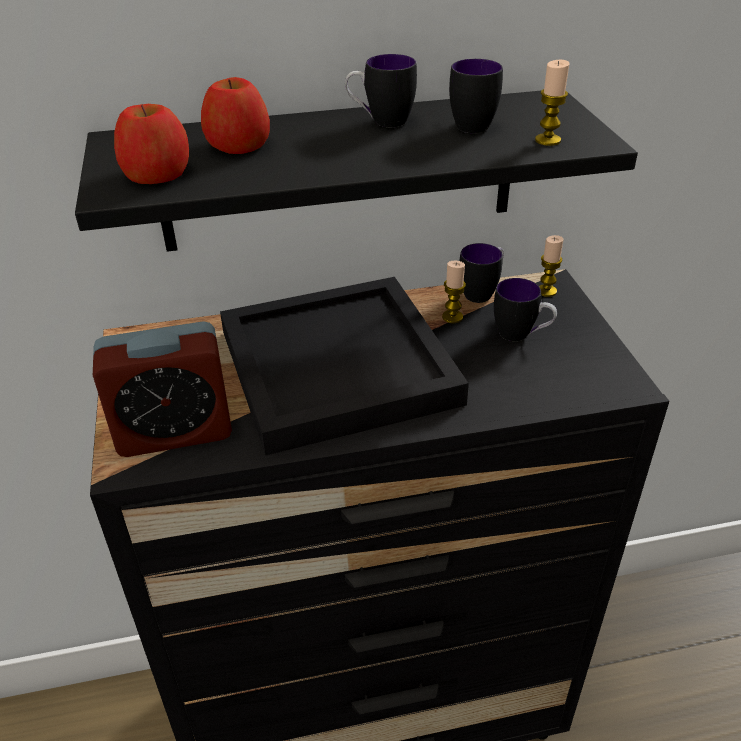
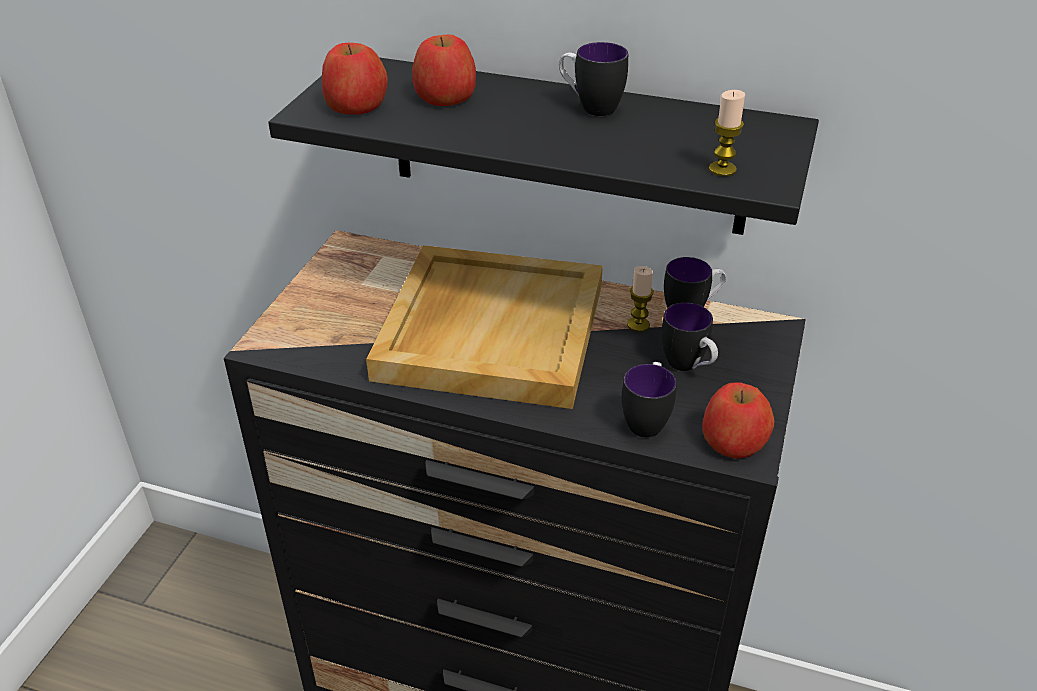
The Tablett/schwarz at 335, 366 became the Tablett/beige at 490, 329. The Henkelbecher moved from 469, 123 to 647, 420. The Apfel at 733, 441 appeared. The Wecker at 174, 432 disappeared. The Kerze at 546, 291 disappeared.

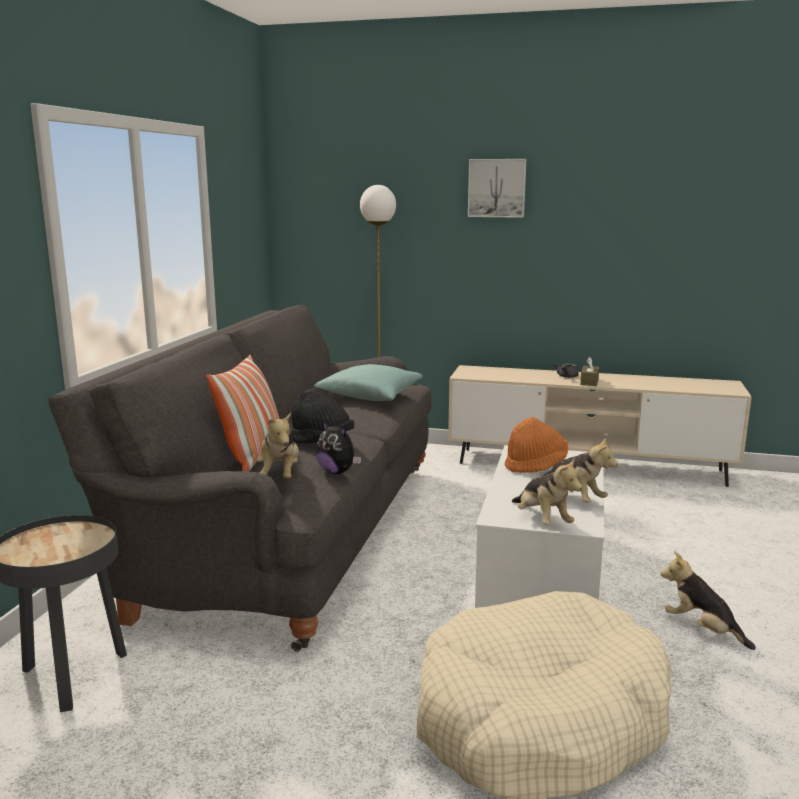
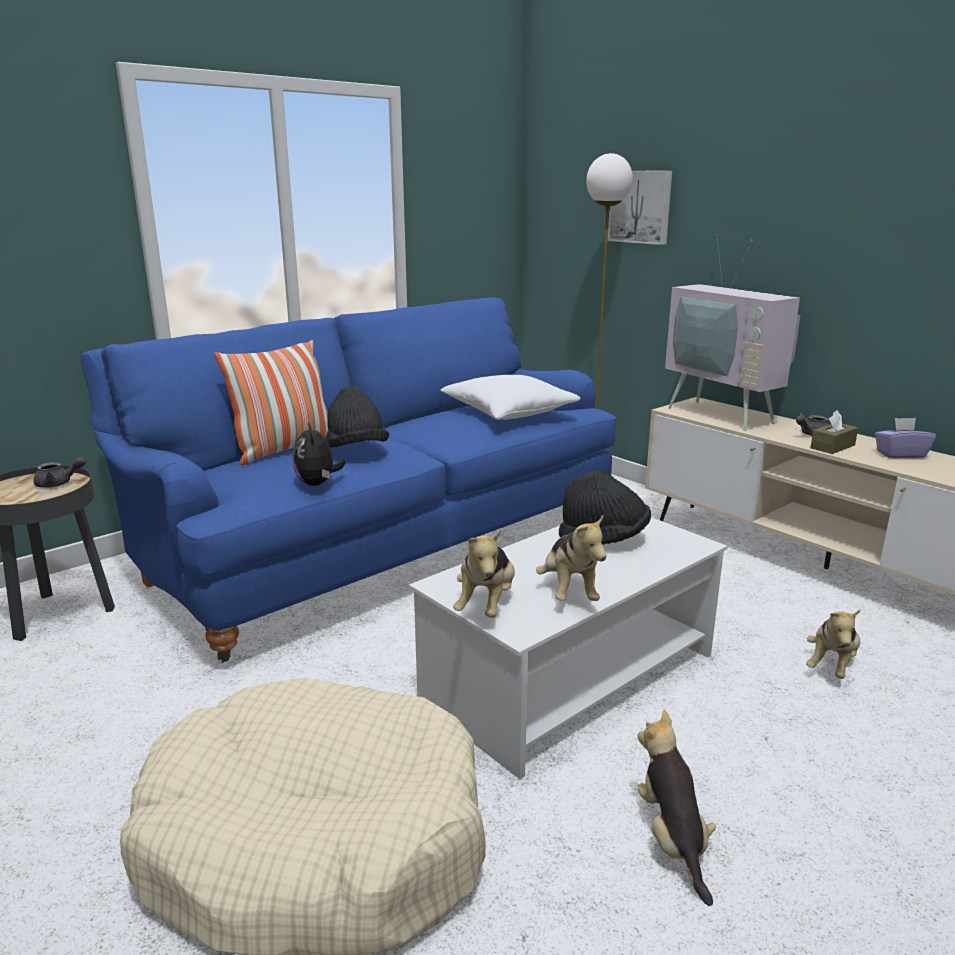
The Teekanne/grau at 58, 484 appeared. The Sofa/grau at 291, 533 became the Sofa/blau at 382, 546. The Kissen/türkis at 369, 396 became the Kissen/weiß at 508, 413. The Hut/orange at 535, 466 became the Hut/schwarz at 604, 538. The Bild moved from 497, 188 to 641, 207. The Fernseher at 726, 414 appeared. The Plüschtier moved from 280, 475 to 831, 665. The Taschentuchbox/lila at 900, 454 appeared.

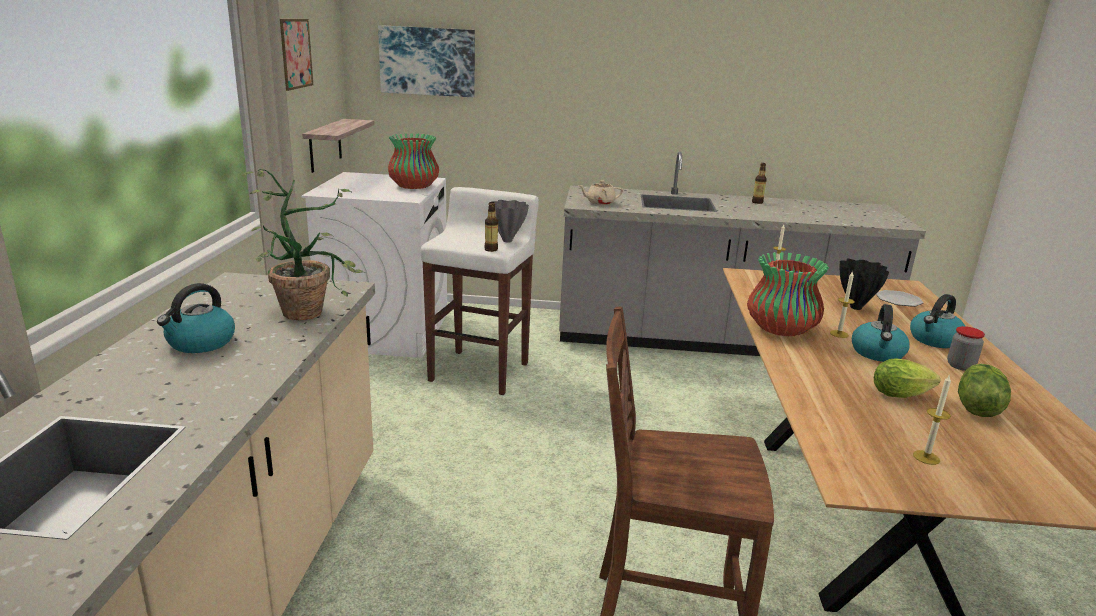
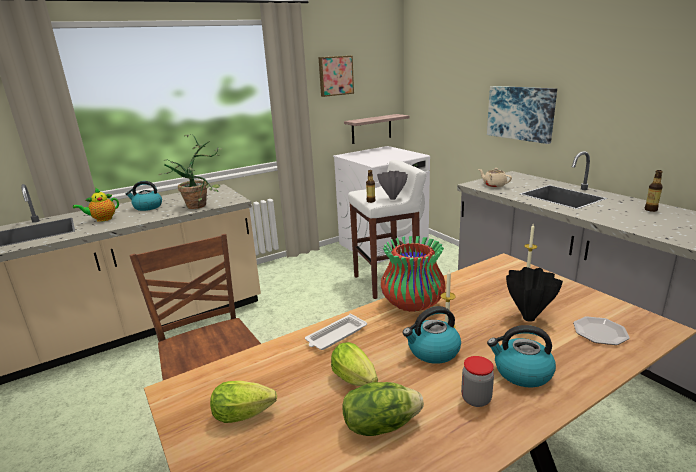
The Teekanne at 102, 219 appeared. The Kerze at 926, 457 was replaced by the Salatkopf at 247, 414. The Tablett/weiß at 335, 336 appeared. The Bild moved from 427, 61 to 521, 113. The Vase at 414, 187 disappeared.

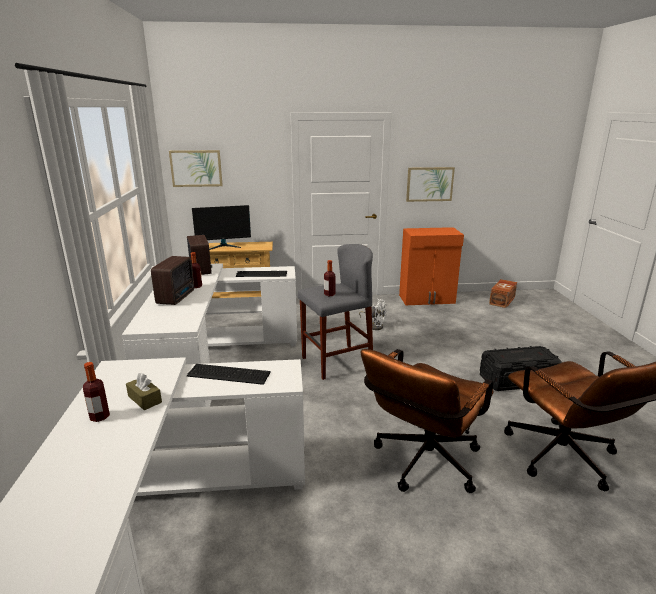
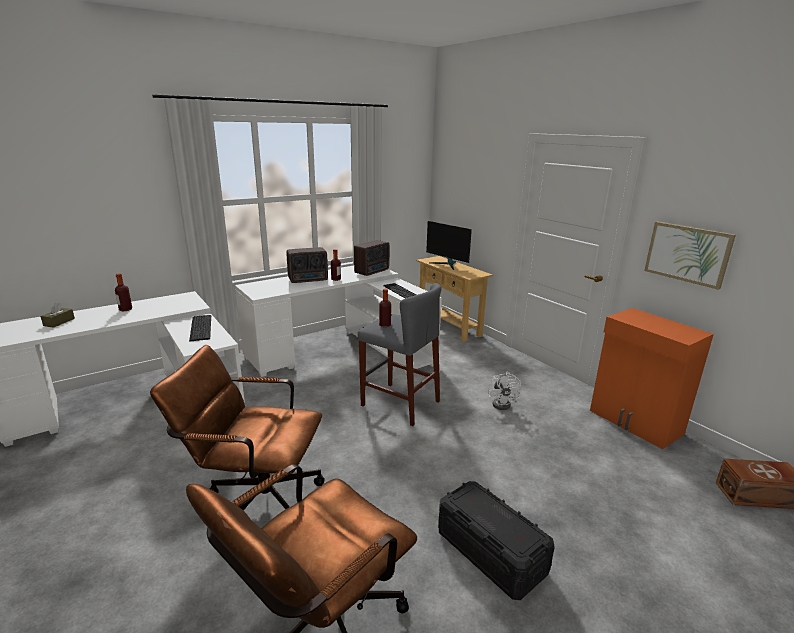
The Taschentuchbox/braun moved from 144, 399 to 59, 322. The Bild at 196, 168 disappeared.

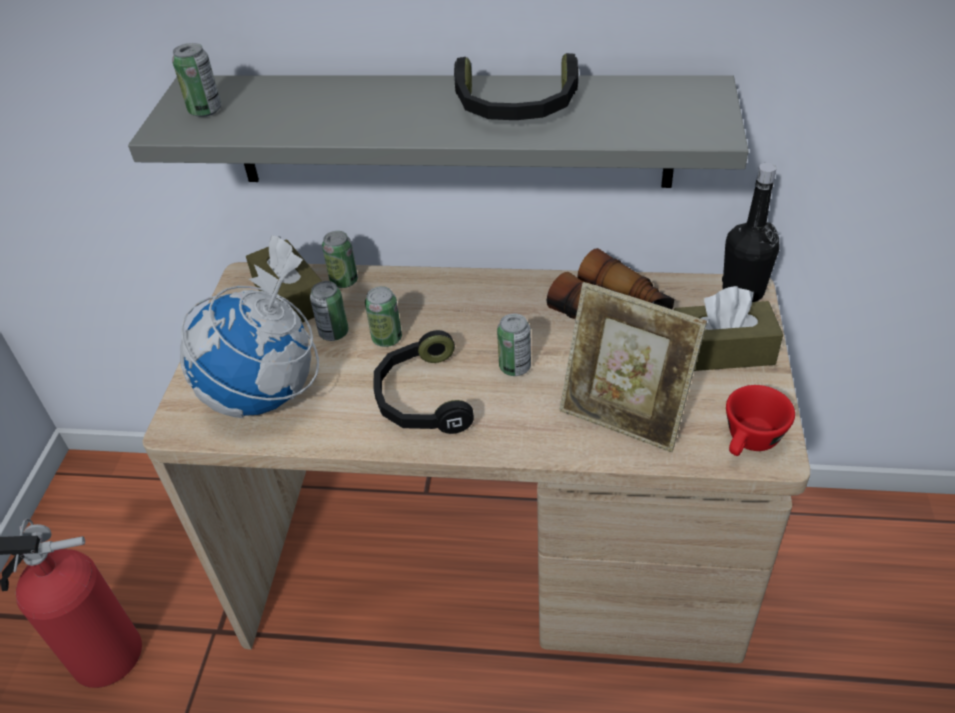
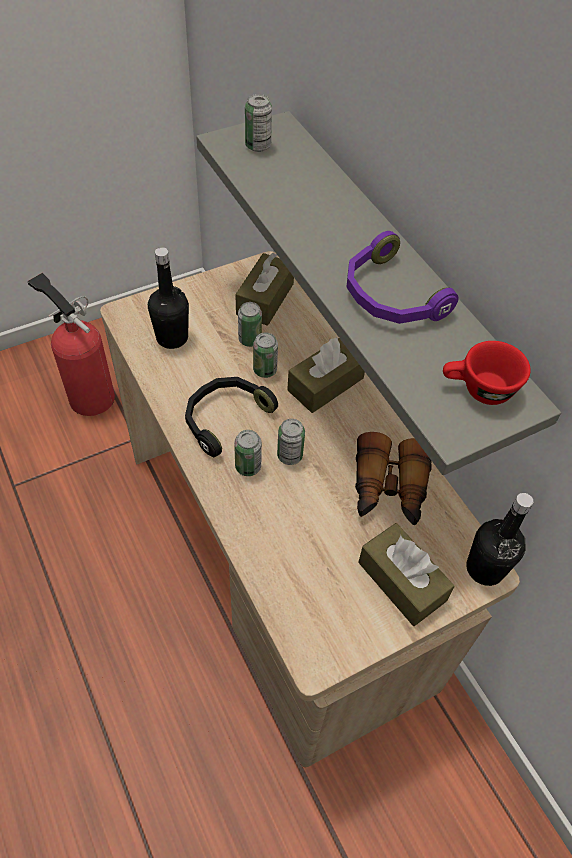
The Globus at 263, 396 was replaced by the Flasche/schwarz at 172, 338. The Dose moved from 344, 281 to 248, 467. The Taschentuchbox/braun at 325, 384 appeared. The Kopfhörer/schwarz at 516, 108 became the Kopfhörer/lila at 389, 296. The Tasse/rot moved from 750, 443 to 478, 390. The Bilderrahmen at 624, 416 disappeared.

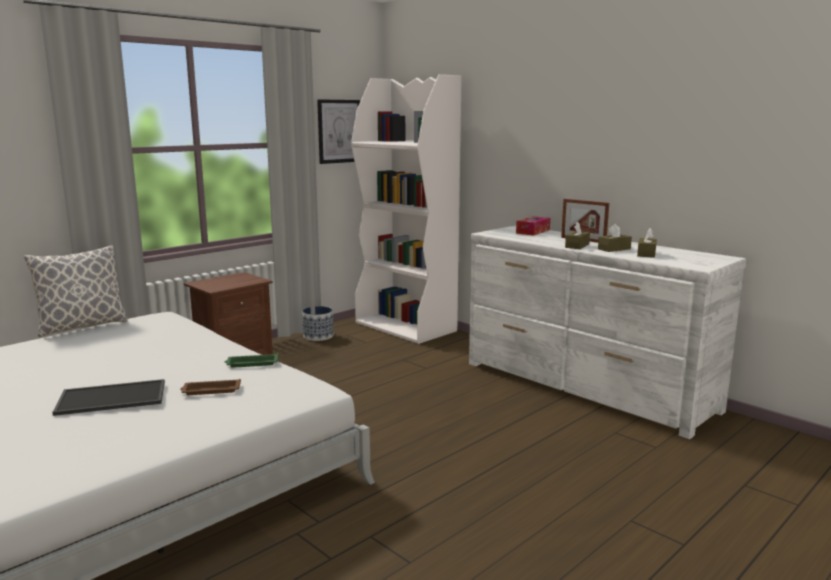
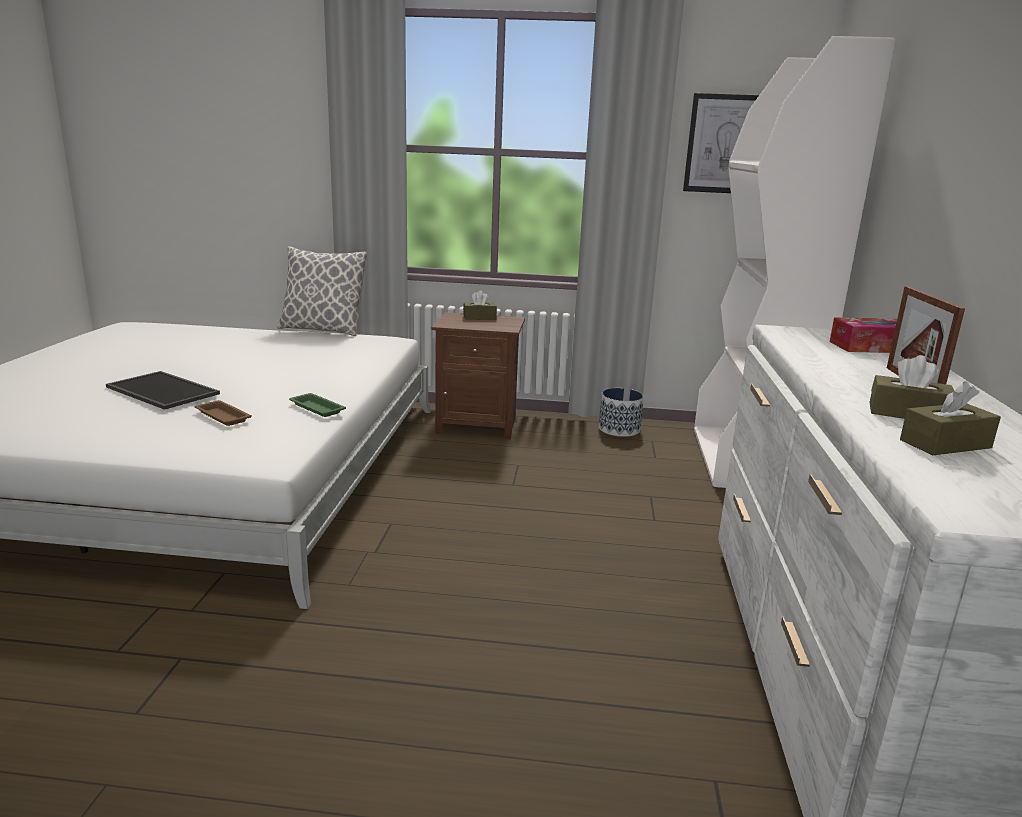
The Taschentuchbox/braun moved from 577, 246 to 479, 317.

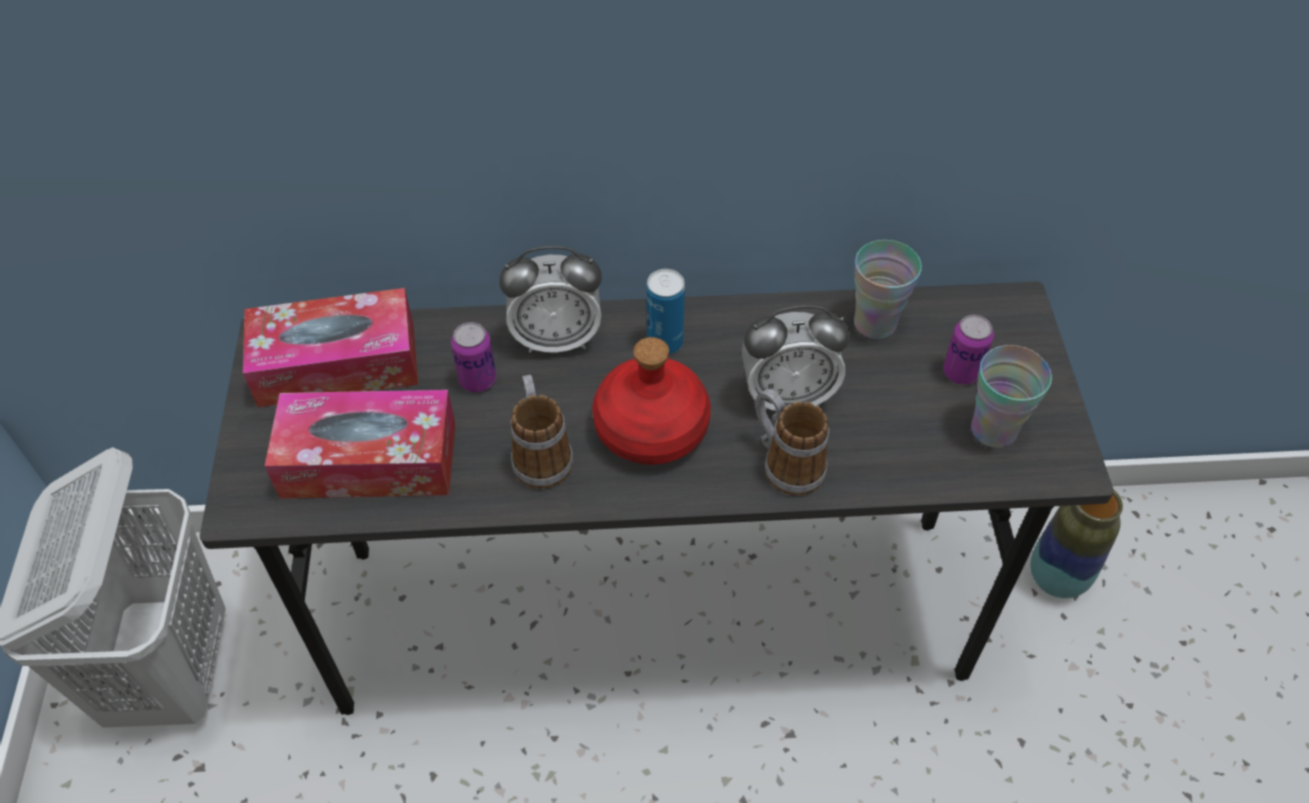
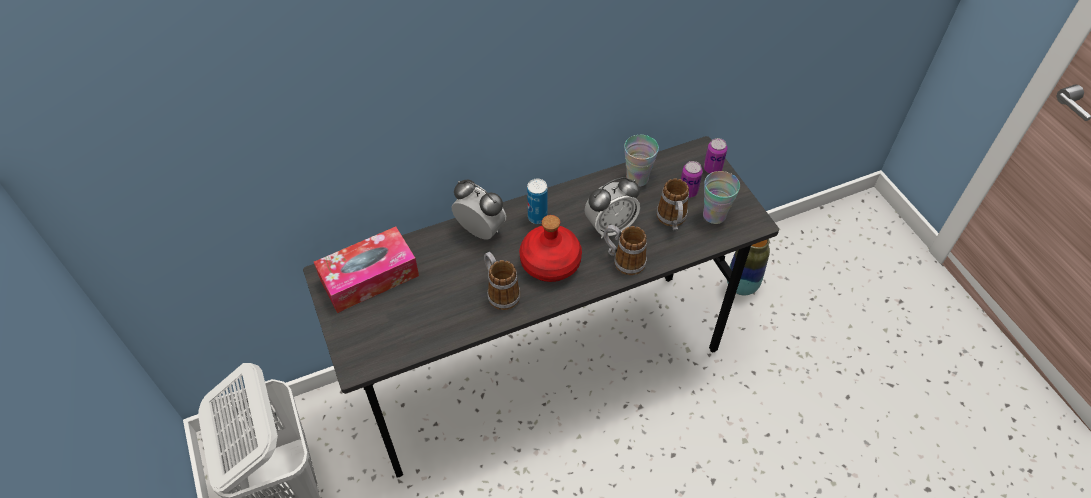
The Wecker at 556, 338 turned 120 degrees counterclockwise. The Henkelbecher at 672, 220 appeared. The Dose moved from 478, 380 to 712, 168. The Taschentuchbox at 369, 460 disappeared.

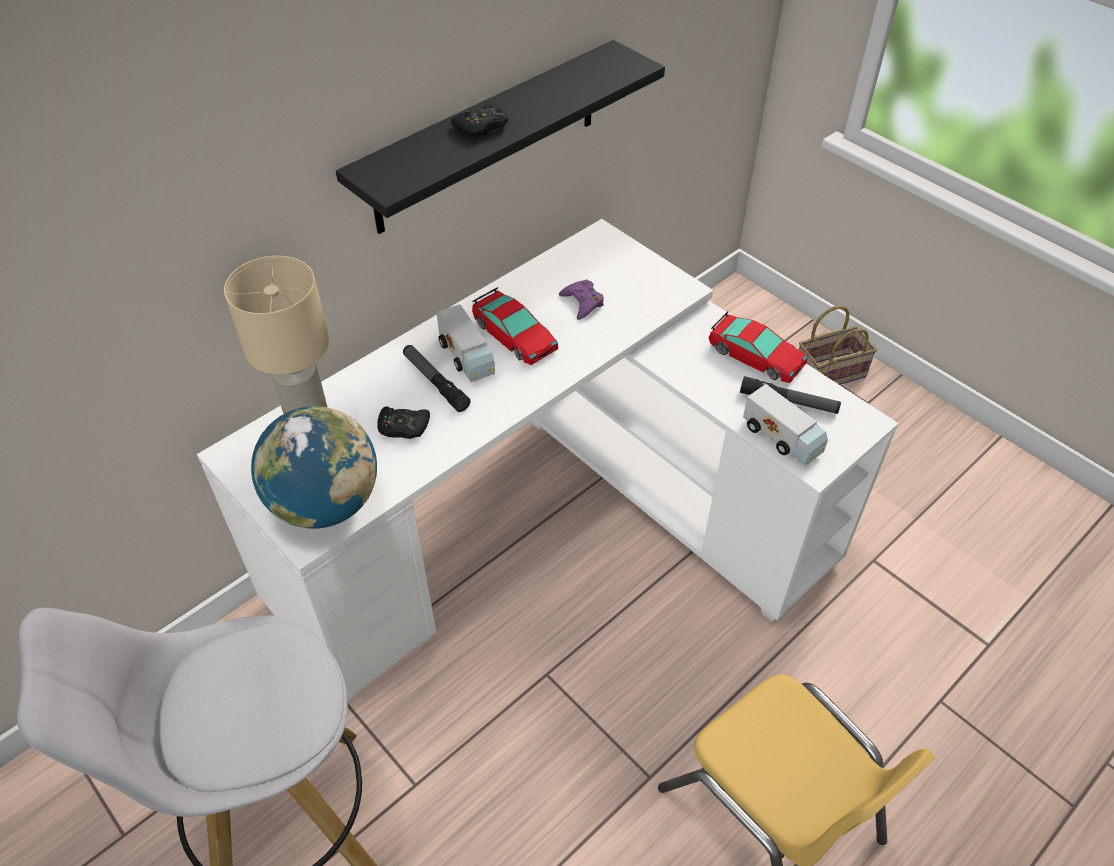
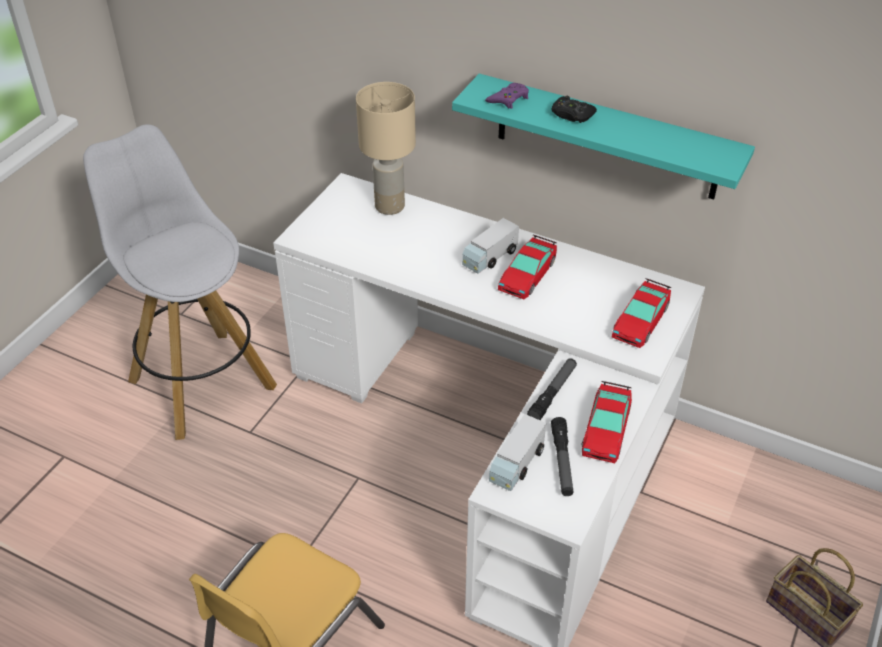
The Wandregal/schwarz at 487, 138 became the Wandregal/türkis at 606, 137. The Gamepad/lila moved from 582, 302 to 508, 99. The Taschenlampe moved from 435, 382 to 552, 393. The Spielzeugauto at 640, 320 appeared. The Globus at 325, 503 disappeared. The Gamepad/schwarz at 403, 427 disappeared.

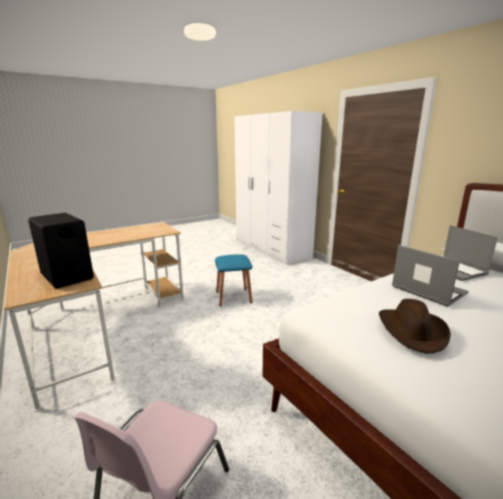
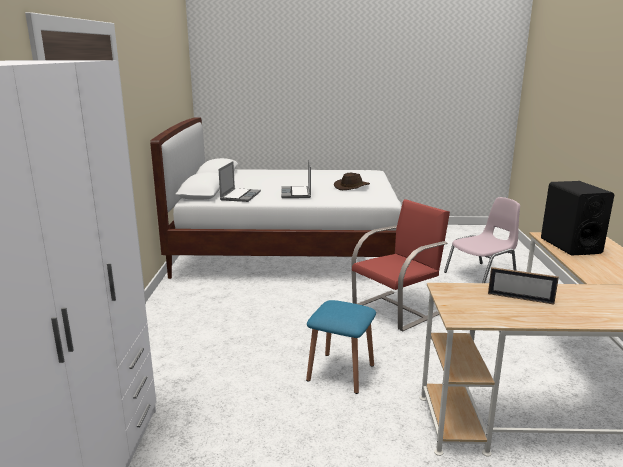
The Stuhl/rot at 397, 310 appeared. The Bilderrahmen at 520, 298 appeared.

